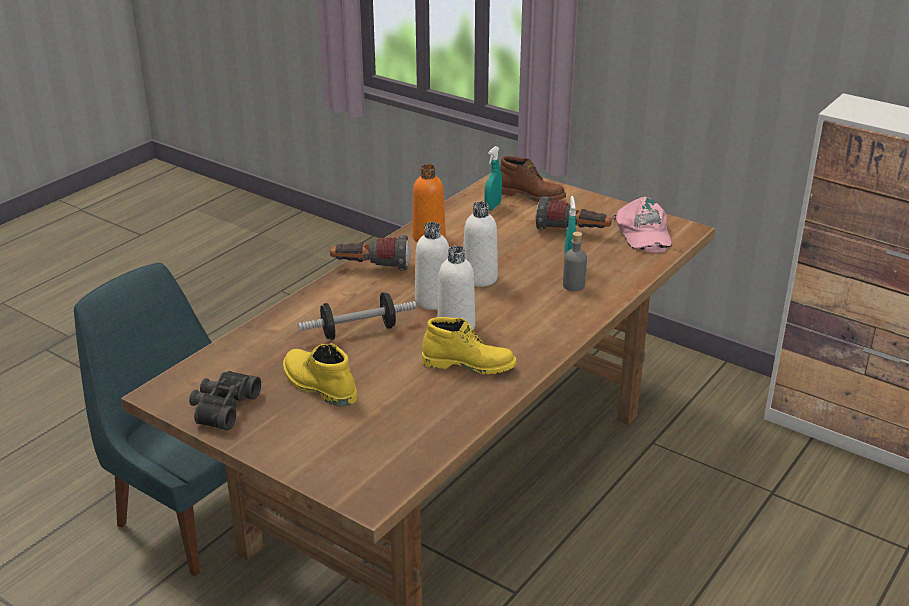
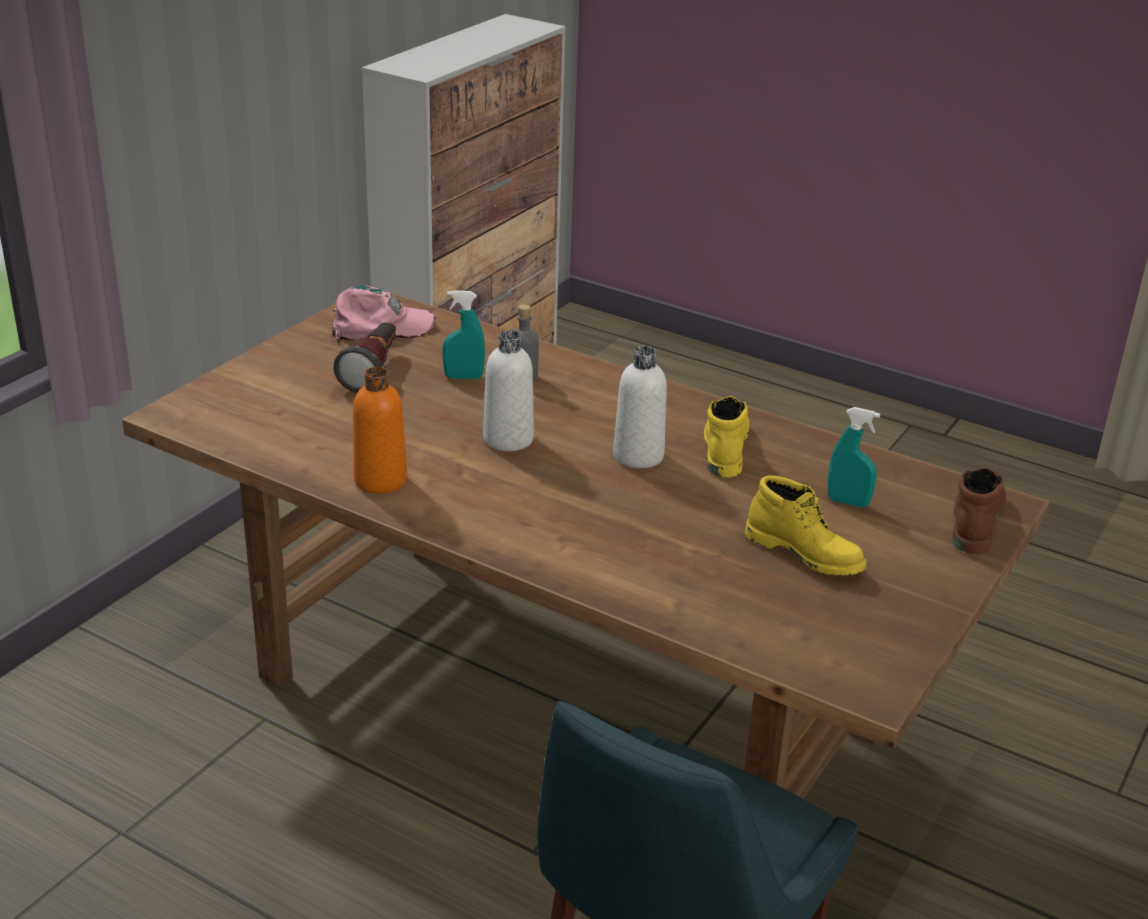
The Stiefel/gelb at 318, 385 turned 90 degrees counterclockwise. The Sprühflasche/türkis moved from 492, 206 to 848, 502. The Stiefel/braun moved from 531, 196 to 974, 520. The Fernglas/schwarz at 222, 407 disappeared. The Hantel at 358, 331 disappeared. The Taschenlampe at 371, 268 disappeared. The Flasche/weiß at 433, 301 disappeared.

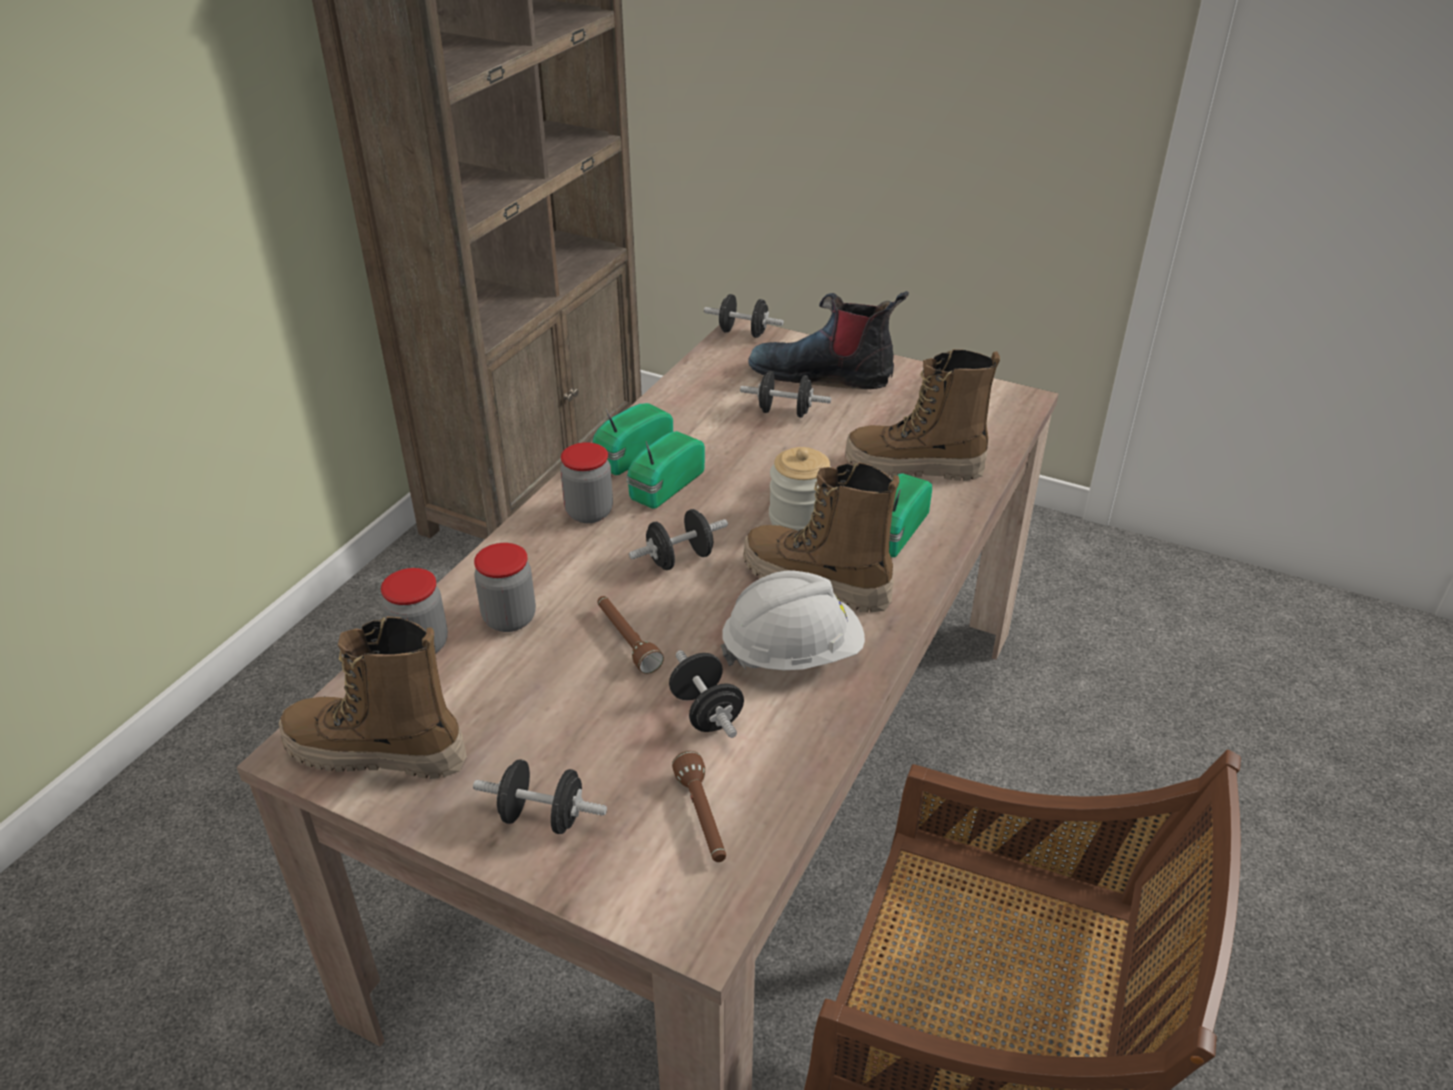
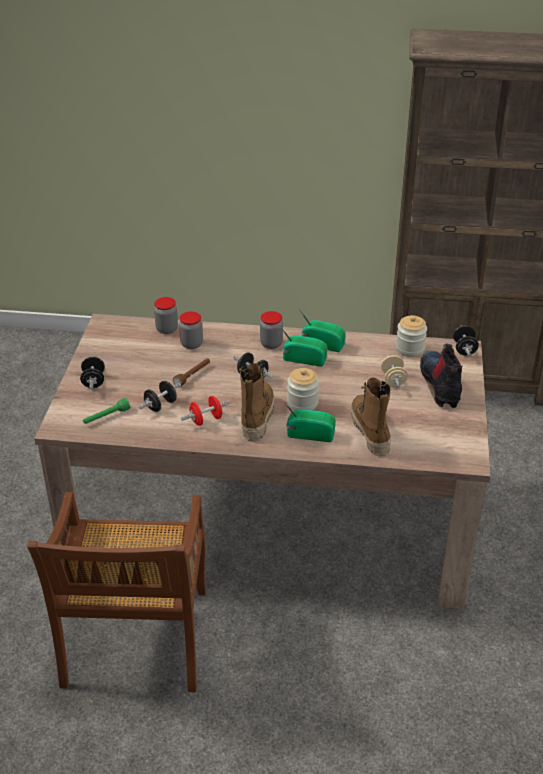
The Taschenlampe/braun at 702, 818 became the Taschenlampe/grün at 106, 417. The Schutzhelm/weiß at 792, 653 was replaced by the Hantel/rot at 206, 420. The Hantel/schwarz at 784, 412 became the Hantel/beige at 393, 380. The Vorratsglas at 410, 349 appeared. The Stiefel at 376, 754 disappeared.

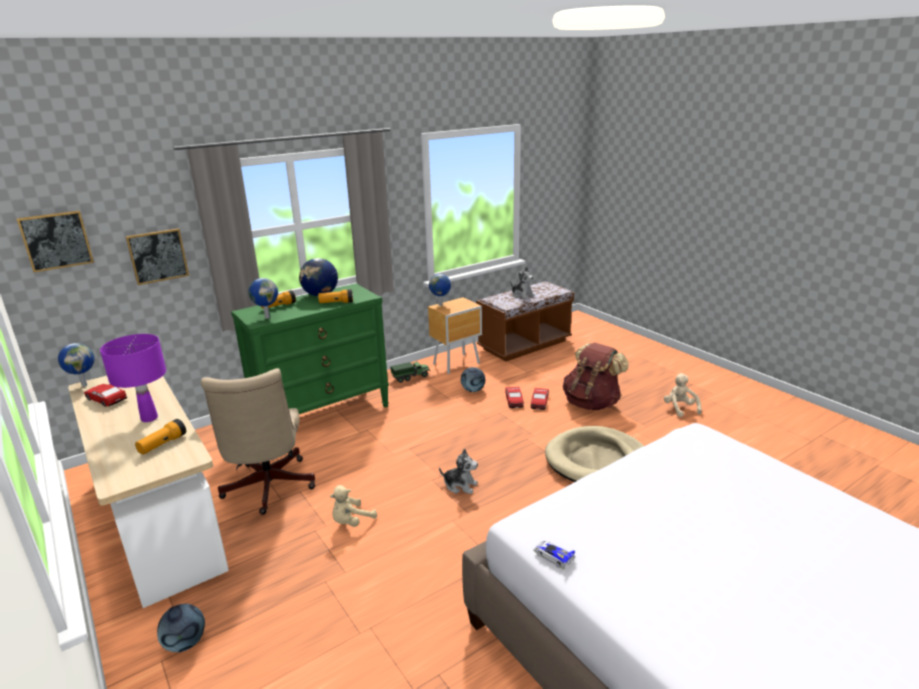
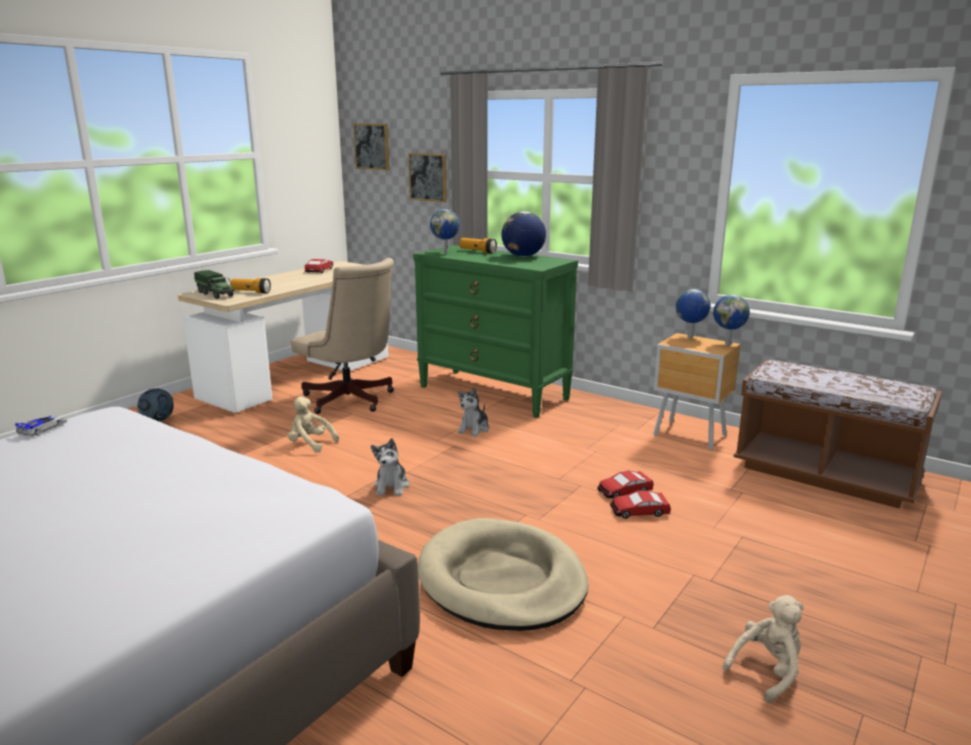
The Spielzeuglaster moved from 411, 377 to 216, 294. The Bürostuhl/beige at 267, 489 turned 105 degrees counterclockwise. The Plüschtier moved from 522, 295 to 474, 429. The Globus moved from 84, 385 to 728, 344. The Tischlampe/lila at 149, 418 disappeared. The Taschenlampe at 336, 303 disappeared. The Fußball at 473, 390 disappeared. The Rucksack/braun at 592, 403 disappeared.

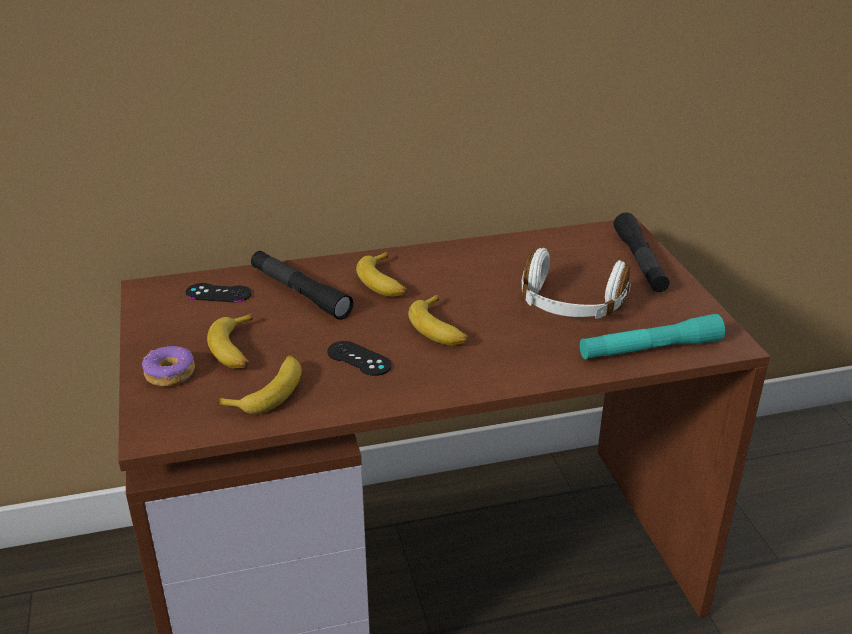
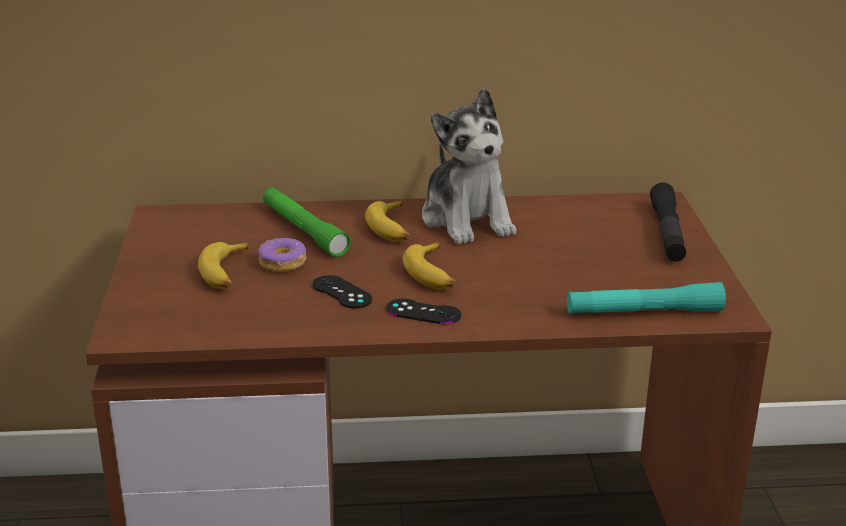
The Donut moved from 169, 374 to 282, 263. The Taschenlampe/schwarz at 300, 293 became the Taschenlampe/grün at 304, 230. The Gamepad/schwarz moved from 218, 293 to 423, 312. The Plüschtier at 467, 219 appeared. The Banane at 268, 391 disappeared. The Kopfhörer/weiß at 570, 306 disappeared.

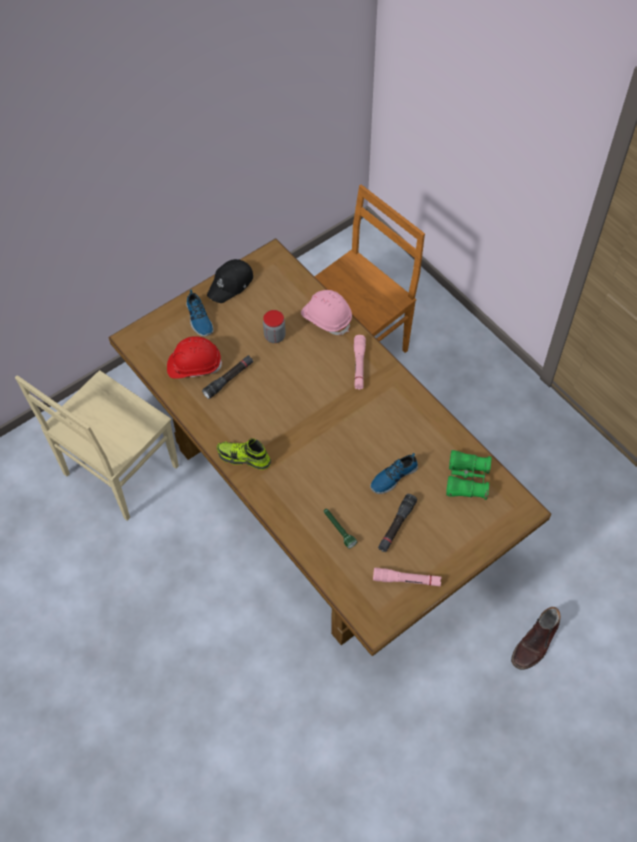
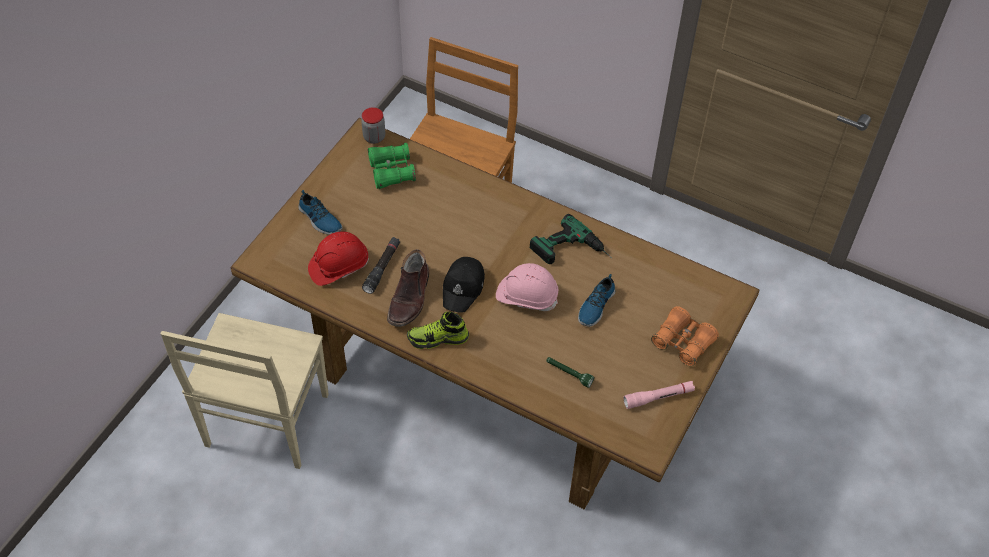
The Vorratsglas moved from 274, 336 to 374, 137. The Fernglas/grün moved from 467, 480 to 391, 171. The Stiefel/braun moved from 536, 643 to 410, 298. The Kappe/schwarz moved from 231, 284 to 463, 287. The Schutzhelm/rosa moved from 326, 318 to 526, 296. The Bohrmaschine at 572, 252 appeared. The Fernglas/orange at 683, 342 appeared. The Taschenlampe/rosa at 359, 365 disappeared. The Taschenlampe/schwarz at 396, 526 disappeared.

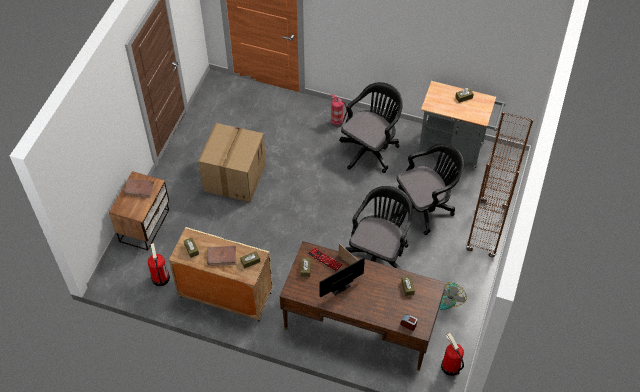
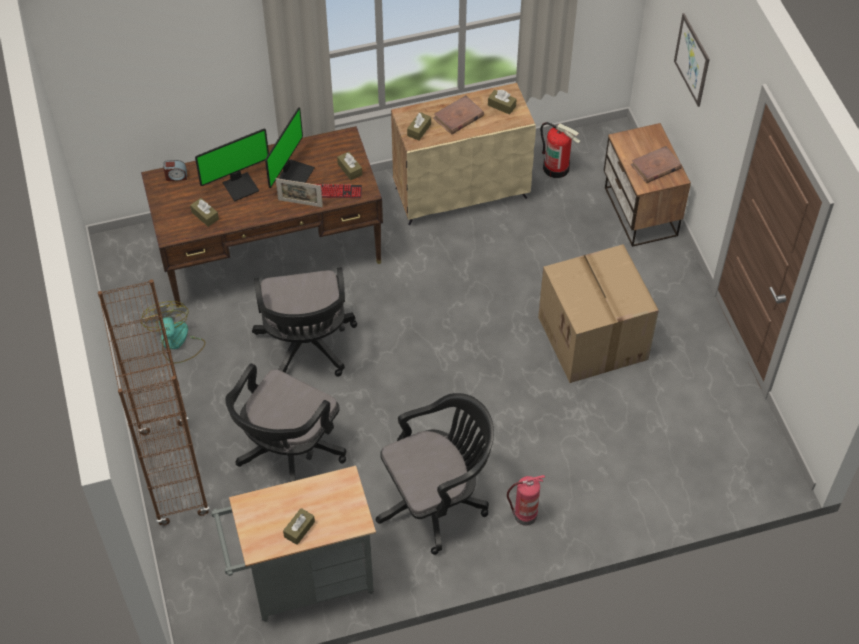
The Monitor at 240, 186 appeared. The Bürostuhl/schwarz at 370, 149 turned 120 degrees counterclockwise. The Bild at 692, 60 appeared. The Feuerlöscher at 450, 366 disappeared.

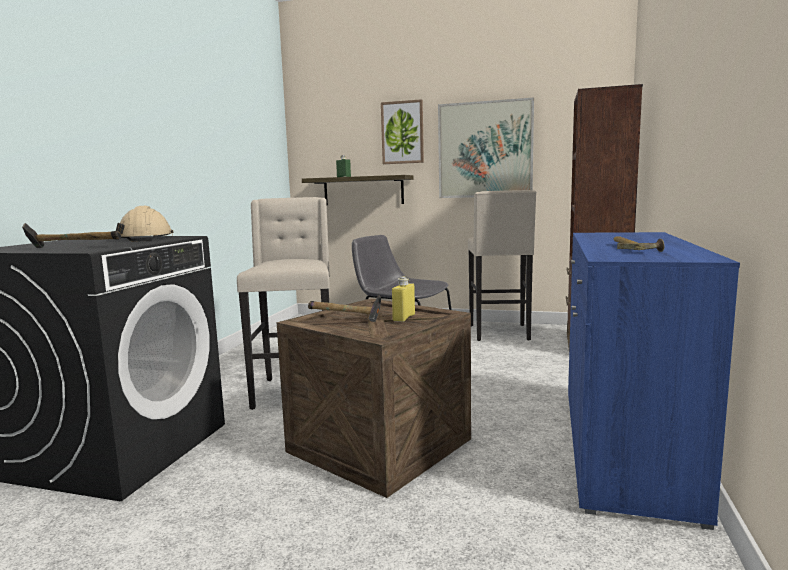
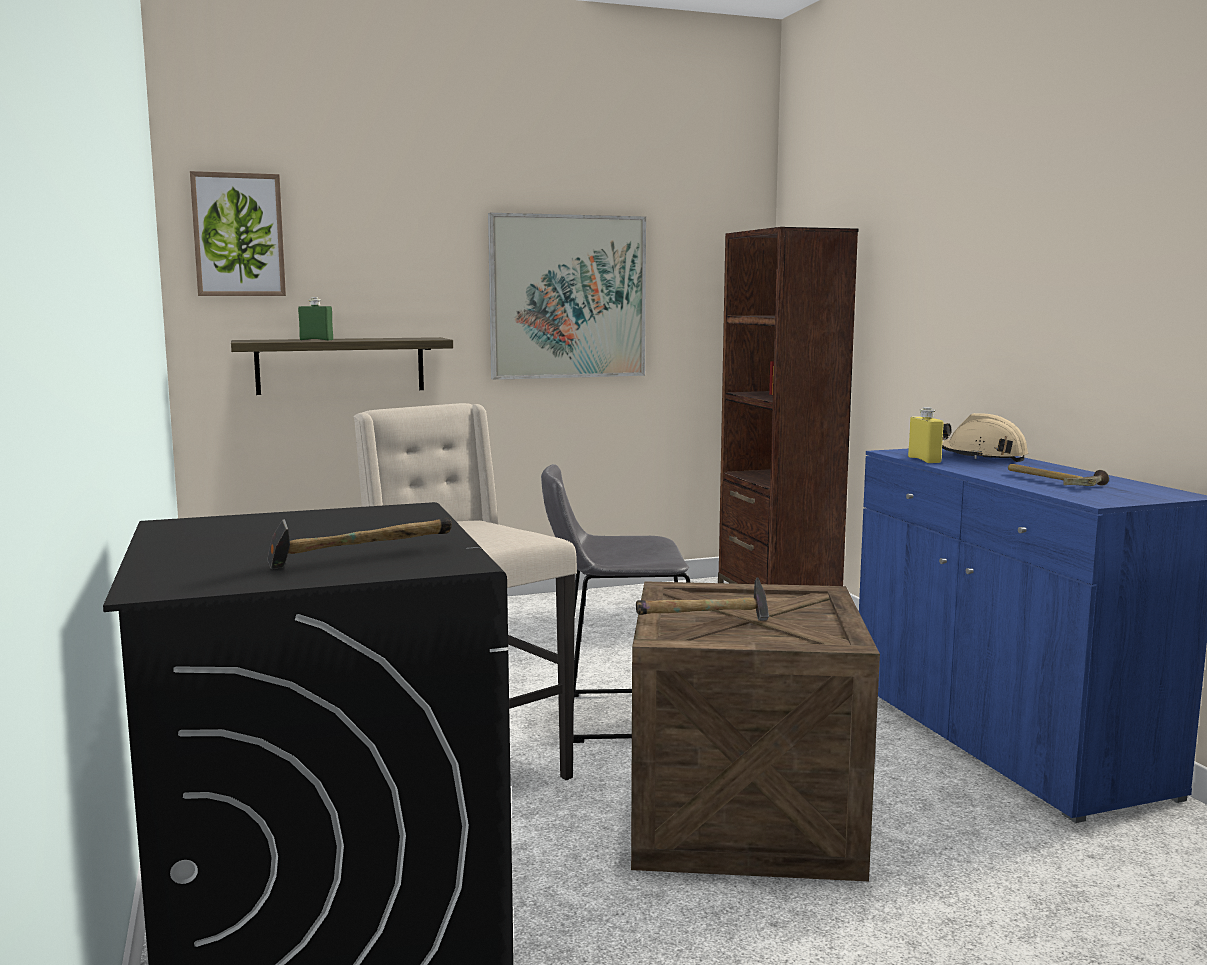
The Bild moved from 402, 132 to 238, 235. The Flasche/gelb moved from 404, 318 to 924, 460. The Schutzhelm/beige moved from 145, 238 to 982, 457. The Hocker/beige at 500, 333 disappeared.

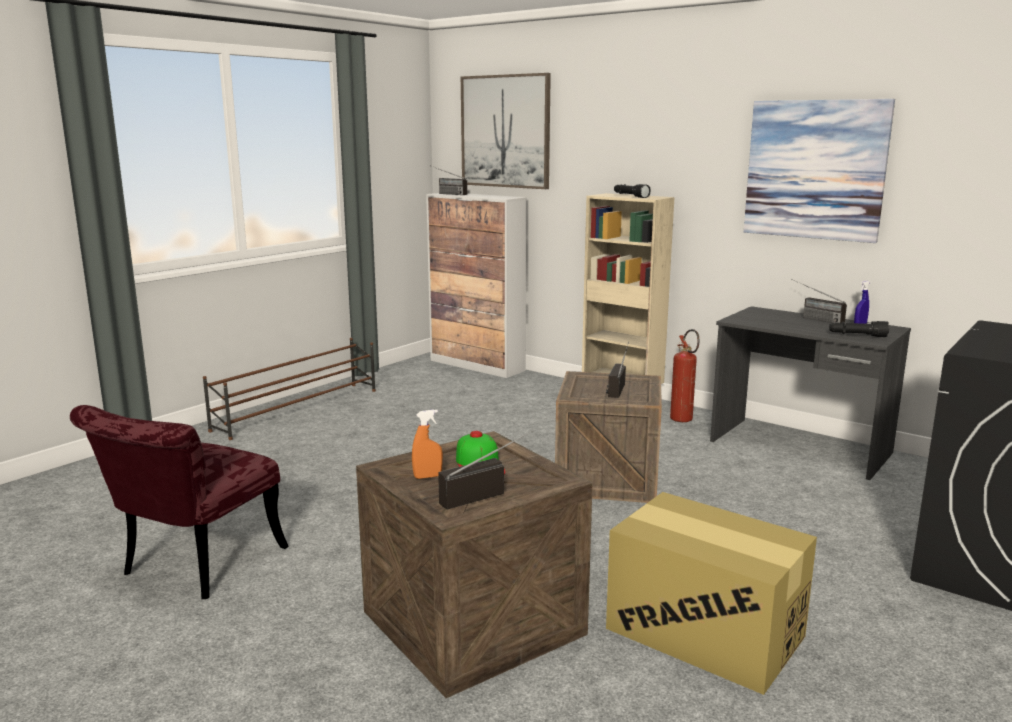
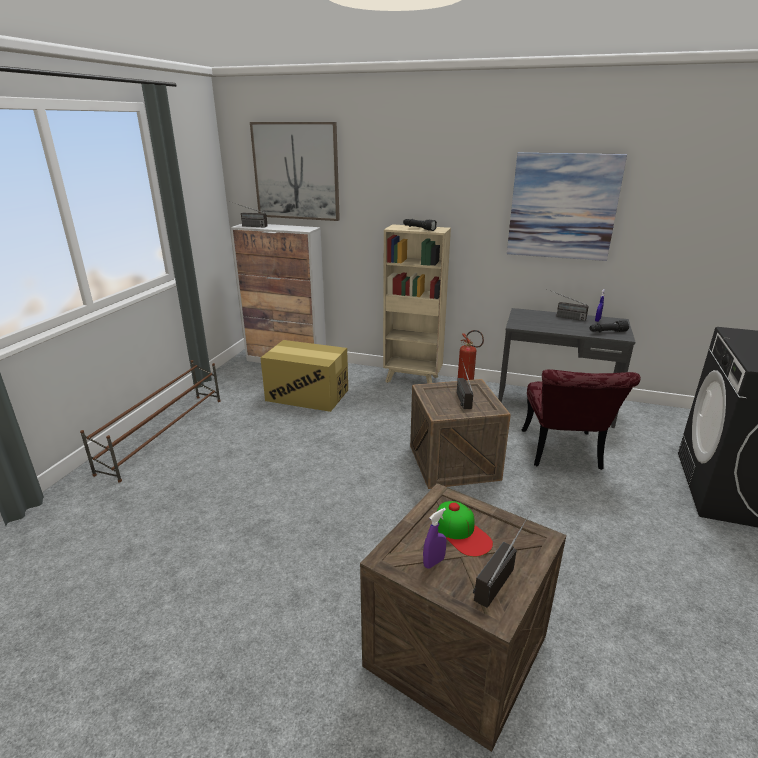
The Karton moved from 705, 632 to 307, 395. The Sprühflasche/orange at 427, 476 became the Sprühflasche/lila at 434, 562. The Stuhl/rot moved from 193, 568 to 563, 454.

